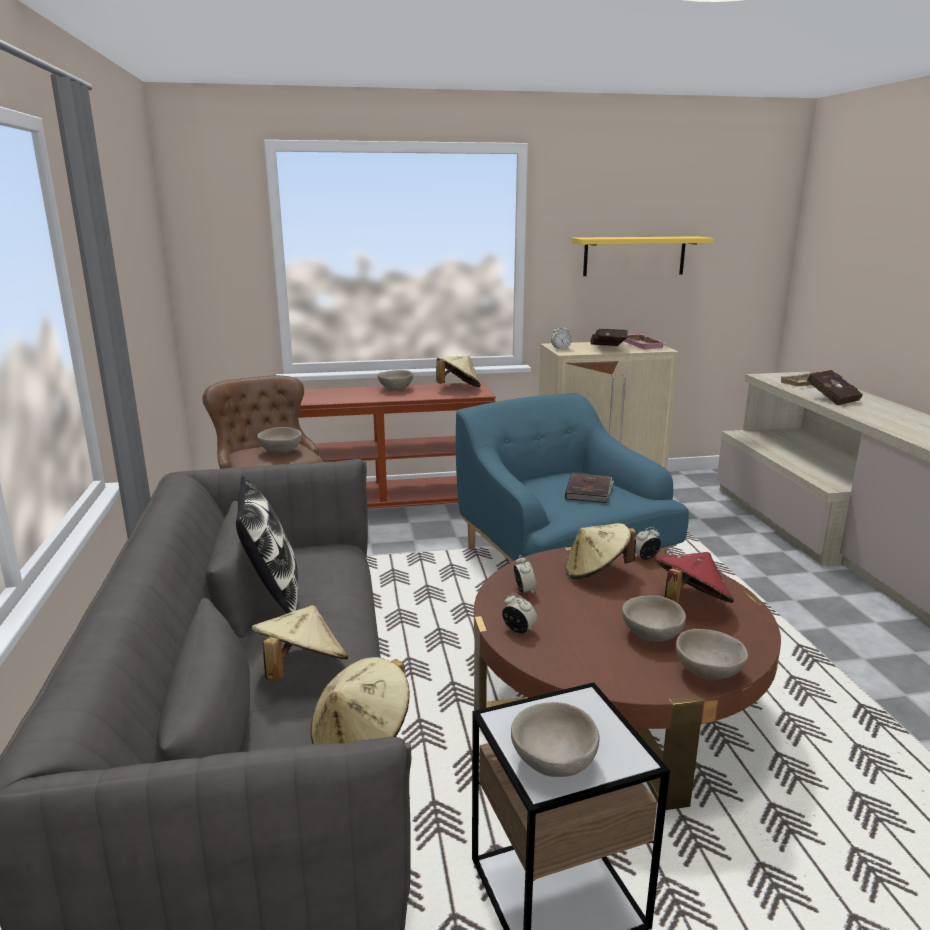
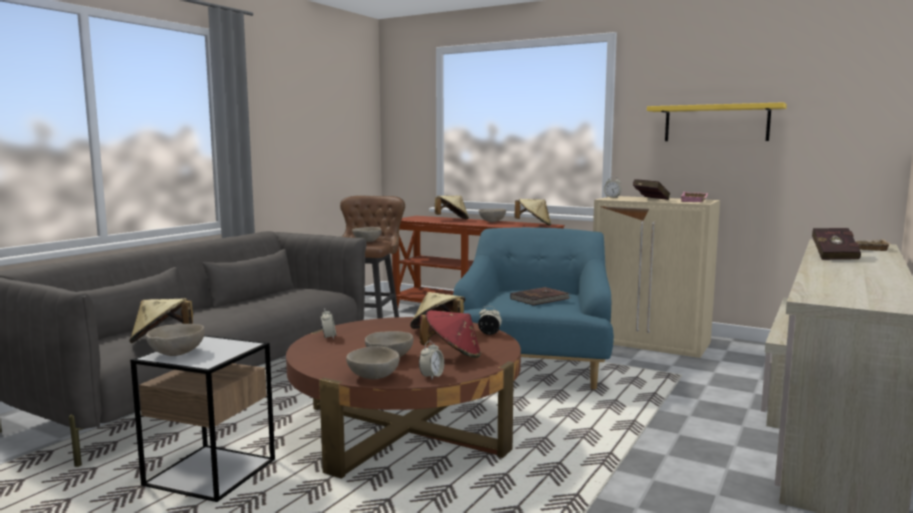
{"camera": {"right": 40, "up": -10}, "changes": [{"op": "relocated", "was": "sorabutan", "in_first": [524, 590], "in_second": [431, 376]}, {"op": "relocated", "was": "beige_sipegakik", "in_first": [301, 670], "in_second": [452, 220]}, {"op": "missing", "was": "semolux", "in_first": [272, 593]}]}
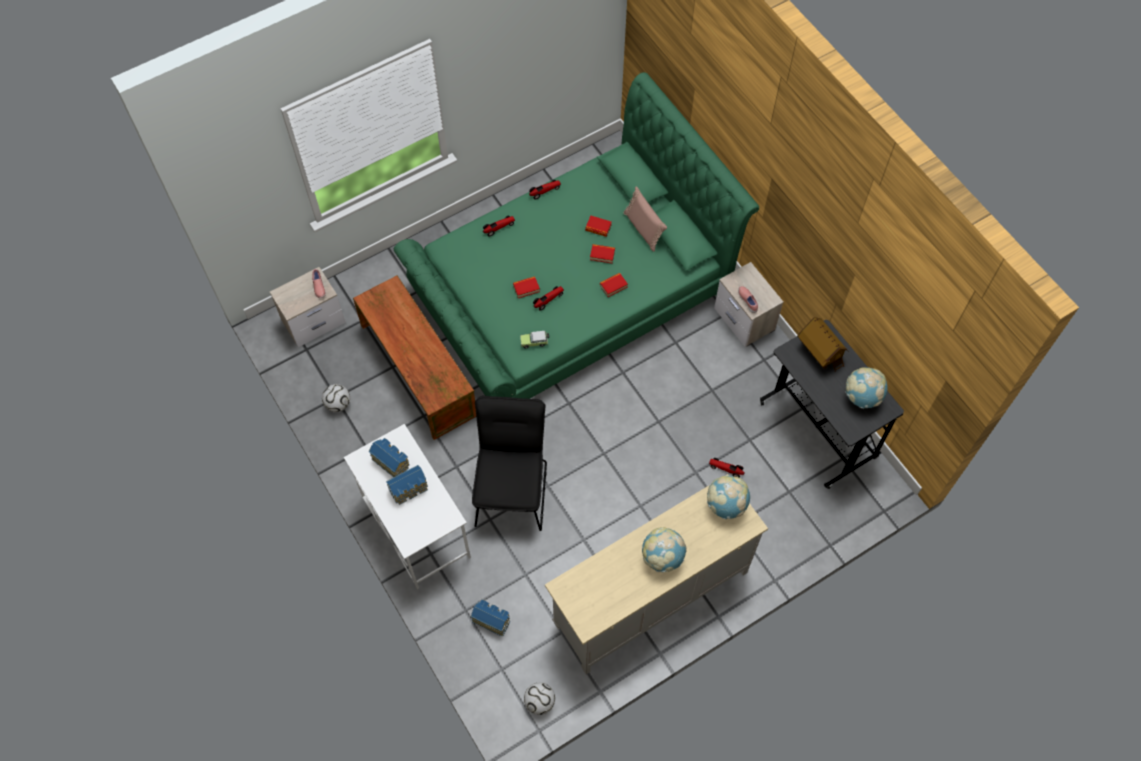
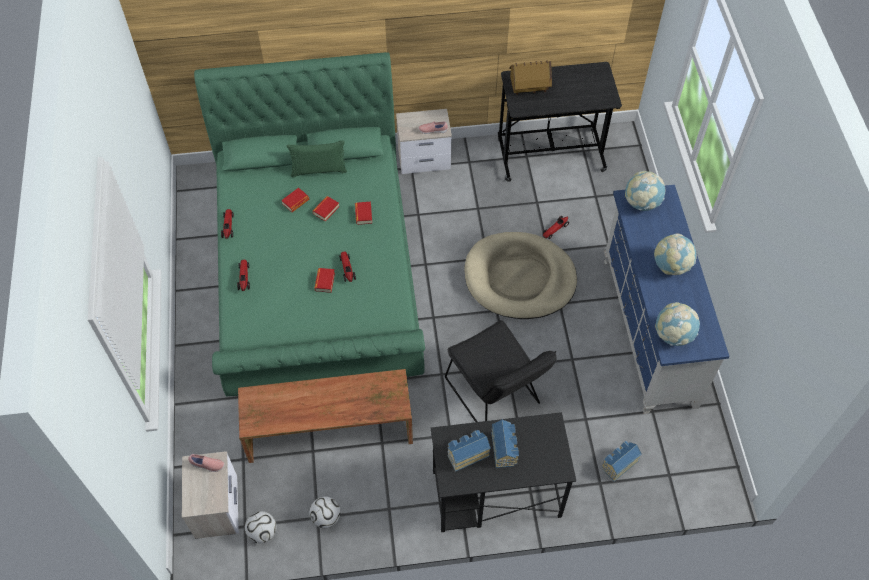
{"camera": {"right": -65, "up": -5}, "changes": [{"op": "relocated", "was": "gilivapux", "in_first": [539, 702], "in_second": [262, 532]}, {"op": "colour", "was": "beige_semolux", "now": "green_semolux", "in_first": [643, 229], "in_second": [319, 170]}, {"op": "colour", "was": "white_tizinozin", "now": "black_tizinozin", "in_first": [415, 526], "in_second": [495, 494]}, {"op": "spun", "was": "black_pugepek", "in_first": [512, 488], "in_second": [495, 396], "clockwise": -150}, {"op": "appeared", "now": "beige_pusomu", "in_second": [519, 278]}, {"op": "colour", "was": "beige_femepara", "now": "blue_femepara", "in_first": [649, 597], "in_second": [647, 332]}, {"op": "relocated", "was": "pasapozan", "in_first": [862, 397], "in_second": [673, 335]}, {"op": "missing", "was": "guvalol", "in_first": [535, 342]}]}
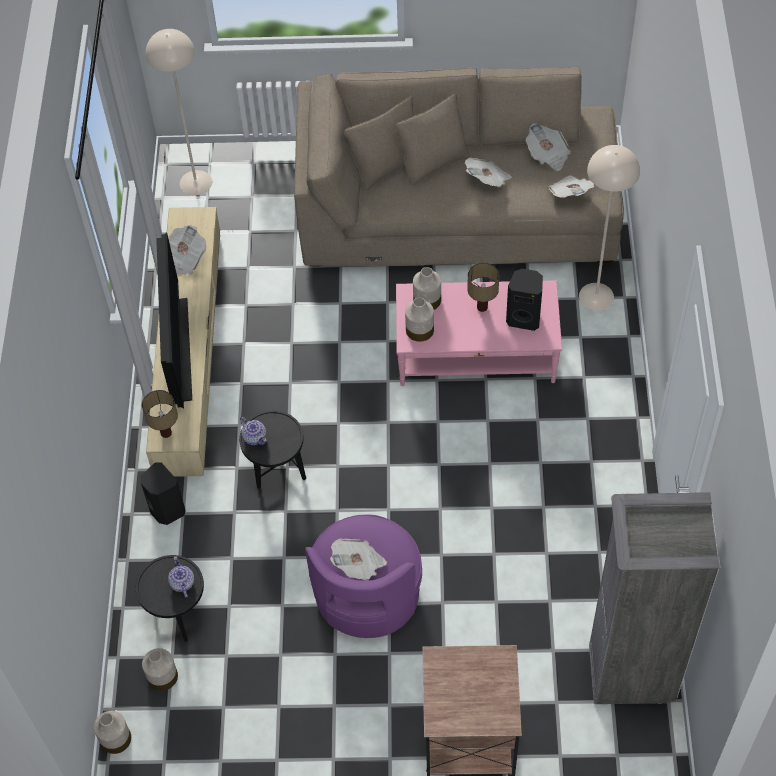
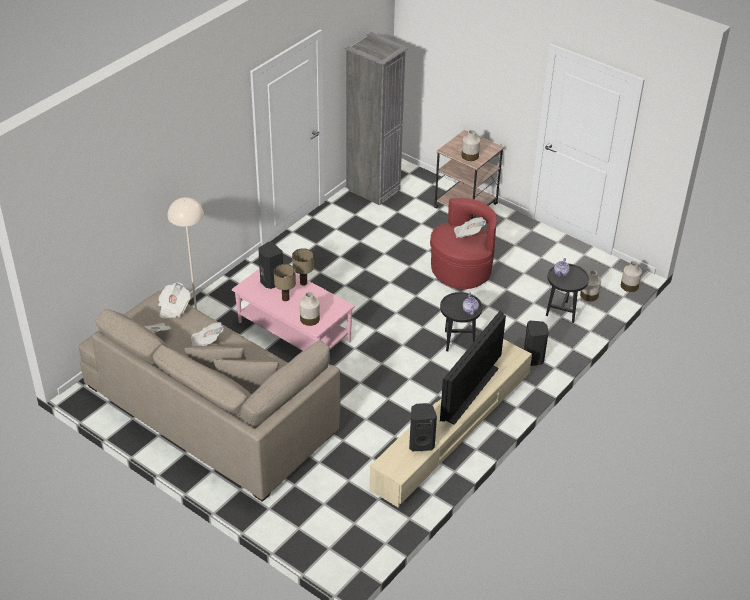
{"camera": {"right": -145, "up": -15}, "changes": [{"op": "relocated", "was": "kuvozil", "in_first": [167, 433], "in_second": [303, 283]}, {"op": "exchanged", "was": "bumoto", "now": "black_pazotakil", "in_first": [184, 259], "in_second": [421, 443]}, {"op": "colour", "was": "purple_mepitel", "now": "red_mepitel", "in_first": [367, 595], "in_second": [460, 271]}, {"op": "relocated", "was": "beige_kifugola", "in_first": [420, 329], "in_second": [469, 156]}, {"op": "missing", "was": "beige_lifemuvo", "in_first": [195, 182]}]}
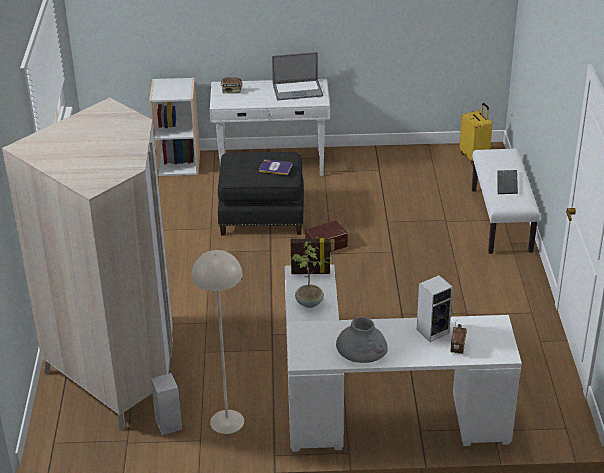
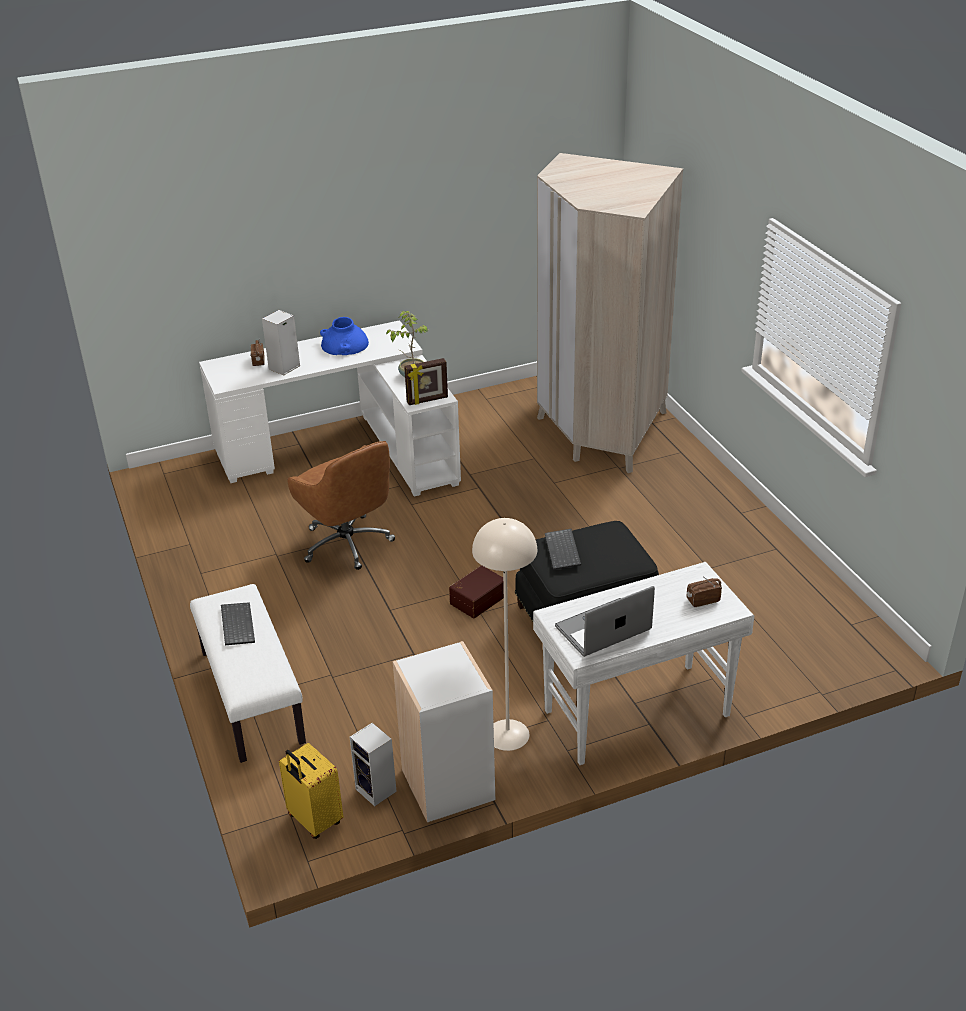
{"camera": {"right": 160, "up": 0}, "changes": [{"op": "appeared", "now": "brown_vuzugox", "in_second": [346, 544]}, {"op": "colour", "was": "grey_kifugola", "now": "blue_kifugola", "in_first": [361, 347], "in_second": [344, 345]}, {"op": "relocated", "was": "pazotakil", "in_first": [167, 424], "in_second": [377, 791]}, {"op": "relocated", "was": "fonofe", "in_first": [179, 164], "in_second": [447, 785]}, {"op": "relocated", "was": "beige_lifemuvo", "in_first": [227, 422], "in_second": [507, 734]}, {"op": "exchanged", "was": "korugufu", "now": "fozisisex", "in_first": [275, 168], "in_second": [563, 551]}]}
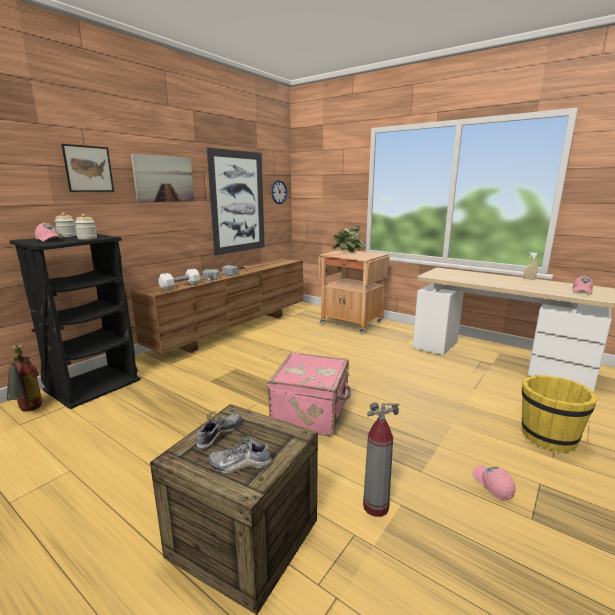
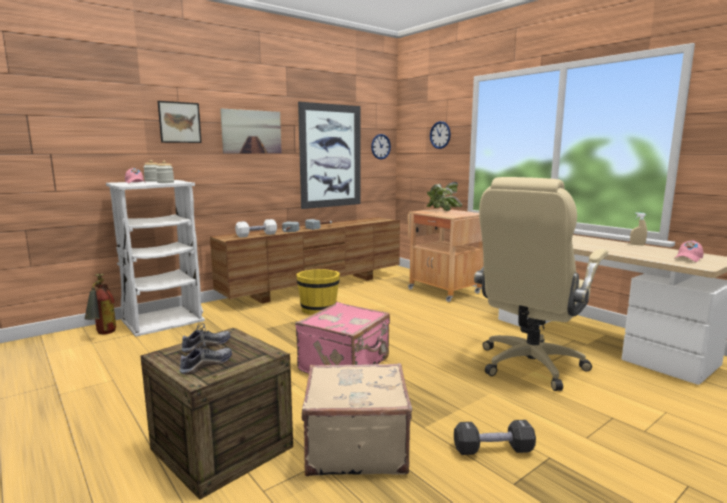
{"camera": {"right": 15, "up": -5}, "changes": [{"op": "colour", "was": "black_fonofe", "now": "white_fonofe", "in_first": [94, 385], "in_second": [163, 320]}, {"op": "spun", "was": "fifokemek", "in_first": [240, 464], "in_second": [206, 365], "clockwise": 120}, {"op": "relocated", "was": "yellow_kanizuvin", "in_first": [548, 436], "in_second": [318, 310]}, {"op": "exchanged", "was": "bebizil", "now": "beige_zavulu", "in_first": [375, 507], "in_second": [355, 446]}, {"op": "appeared", "now": "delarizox", "in_second": [440, 135]}, {"op": "exchanged", "was": "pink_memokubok", "now": "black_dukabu", "in_first": [493, 485], "in_second": [493, 449]}, {"op": "appeared", "now": "beige_vuzugox", "in_second": [529, 366]}]}
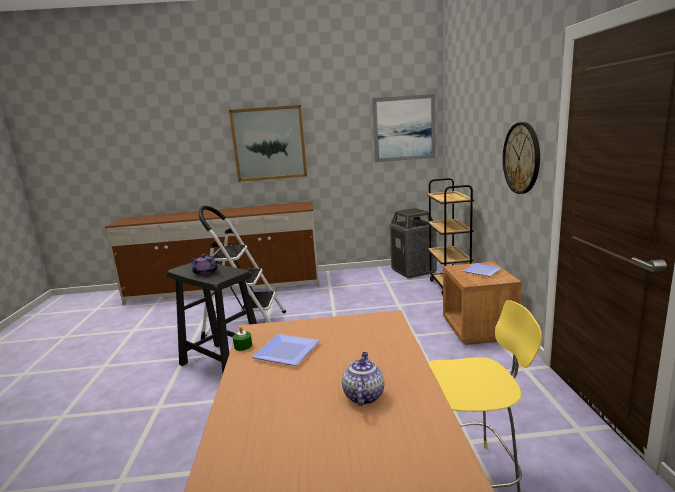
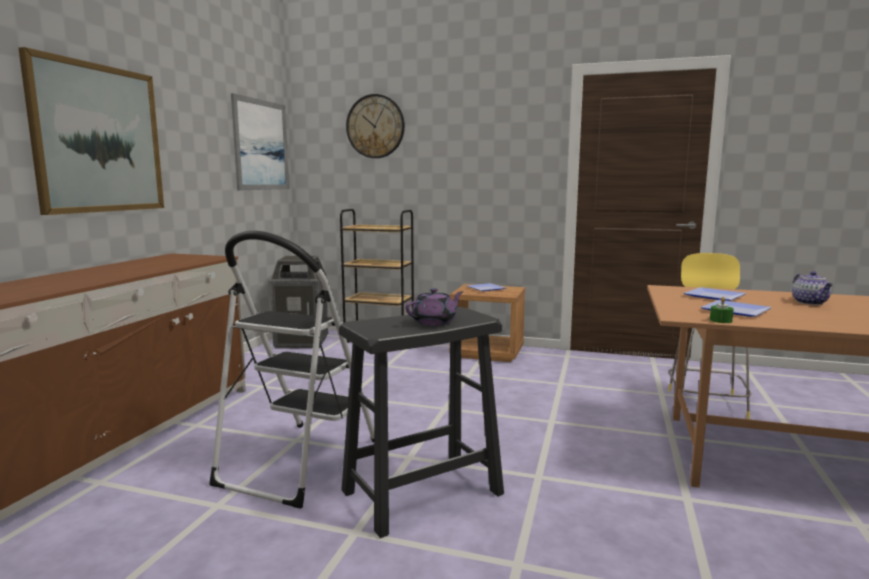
{"camera": {"right": -70, "up": -5}, "changes": [{"op": "relocated", "was": "delarizox", "in_first": [521, 158], "in_second": [375, 126]}, {"op": "appeared", "now": "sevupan", "in_second": [713, 296]}, {"op": "spun", "was": "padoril", "in_first": [363, 395], "in_second": [810, 303], "clockwise": -120}]}
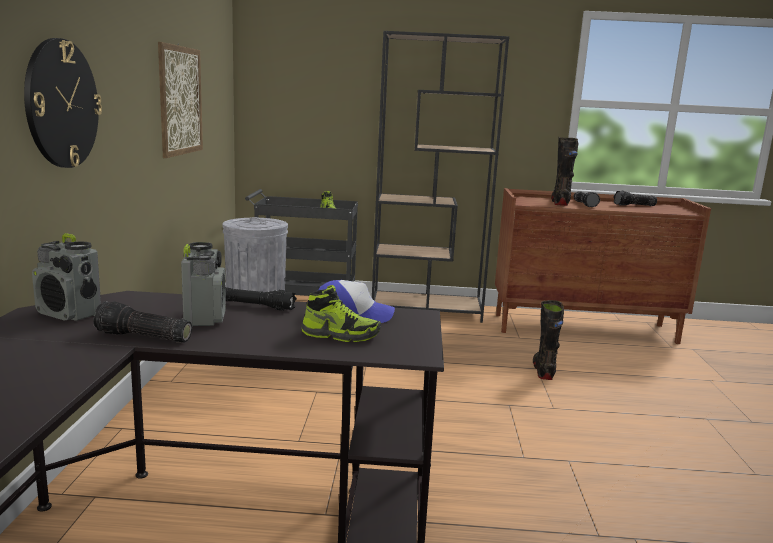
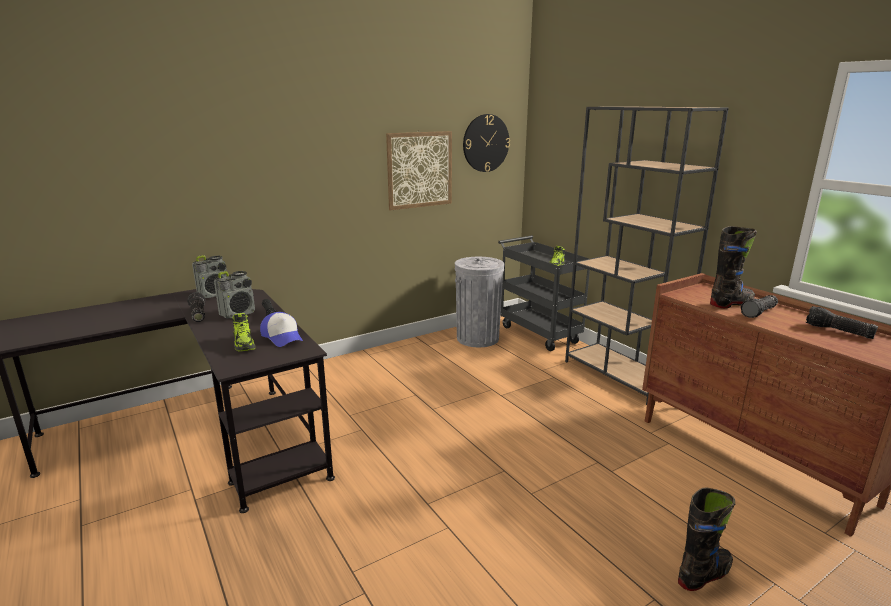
{"camera": {"right": 55, "up": 5}, "changes": [{"op": "spun", "was": "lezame", "in_first": [69, 314], "in_second": [214, 294], "clockwise": -120}, {"op": "relocated", "was": "delarizox", "in_first": [62, 104], "in_second": [485, 143]}, {"op": "relocated", "was": "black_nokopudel", "in_first": [543, 371], "in_second": [704, 575]}]}
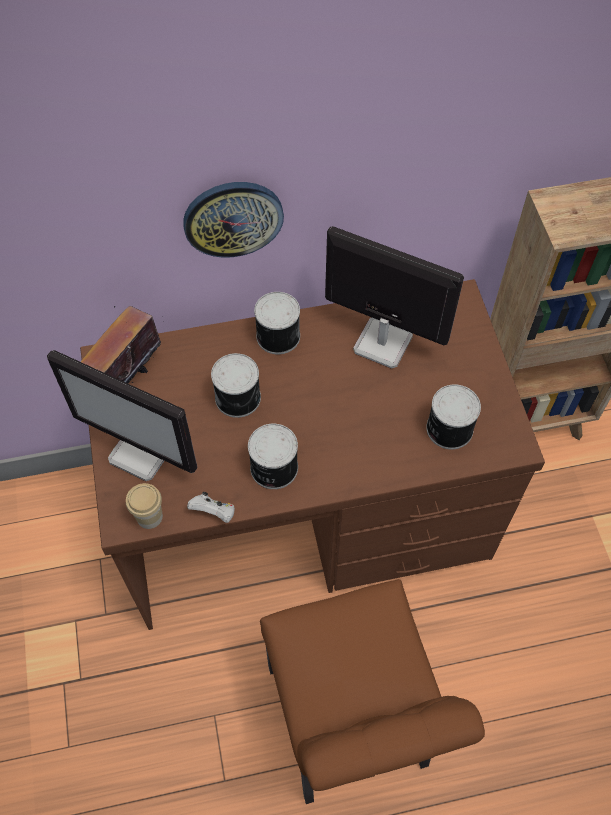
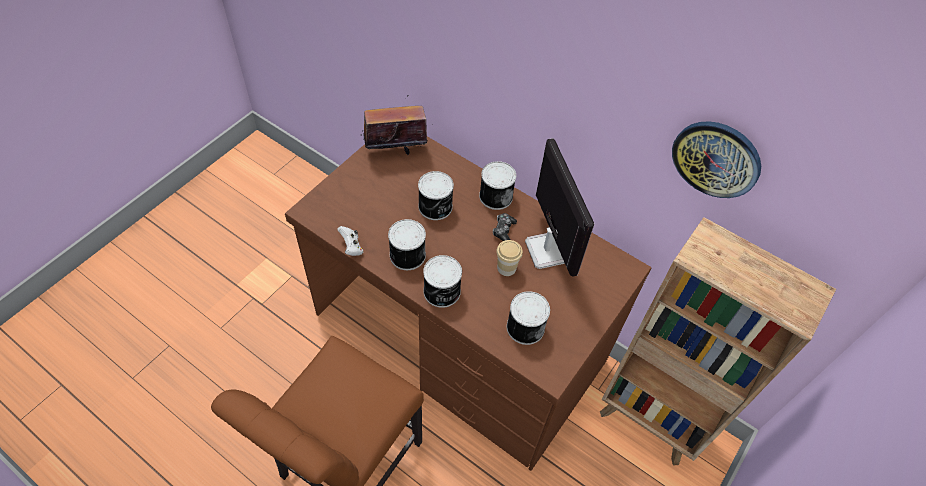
{"camera": {"right": 45, "up": -5}, "changes": [{"op": "appeared", "now": "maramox", "in_second": [442, 292]}, {"op": "appeared", "now": "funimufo", "in_second": [503, 231]}, {"op": "relocated", "was": "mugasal", "in_first": [149, 516], "in_second": [506, 268]}, {"op": "relocated", "was": "delarizox", "in_first": [233, 218], "in_second": [716, 158]}, {"op": "missing", "was": "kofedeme", "in_first": [143, 452]}]}
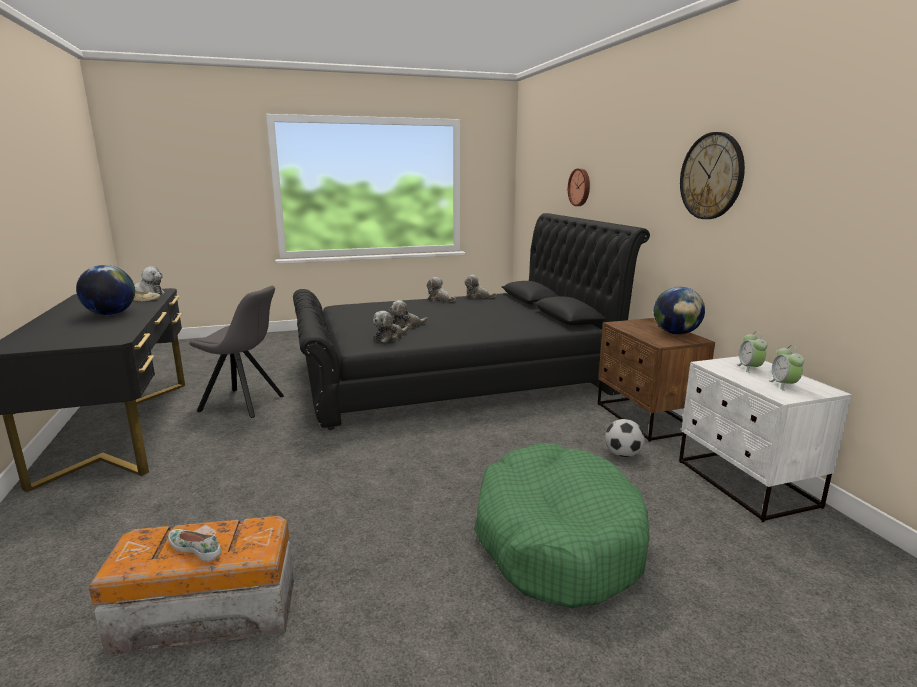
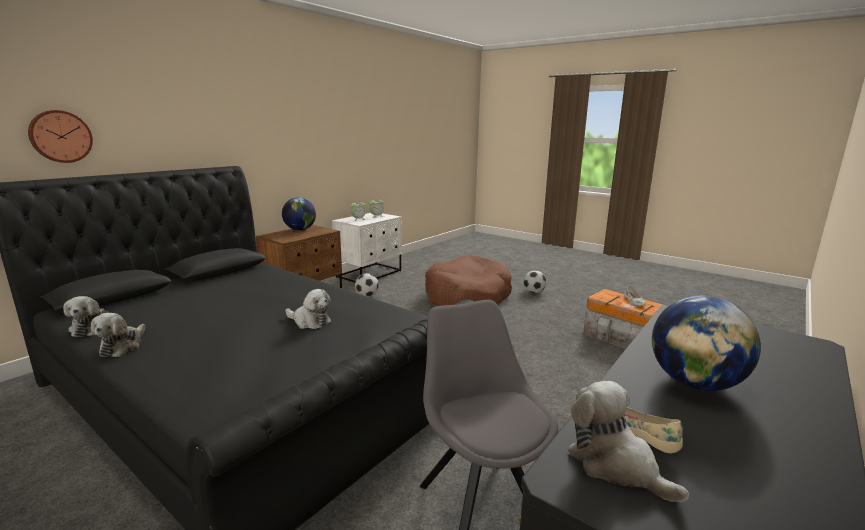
{"camera": {"right": -125, "up": 0}, "changes": [{"op": "colour", "was": "green_pusomu", "now": "brown_pusomu", "in_first": [556, 539], "in_second": [467, 296]}, {"op": "appeared", "now": "gilivapux", "in_second": [533, 292]}, {"op": "missing", "was": "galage", "in_first": [390, 337]}, {"op": "missing", "was": "delarizox", "in_first": [711, 176]}]}
